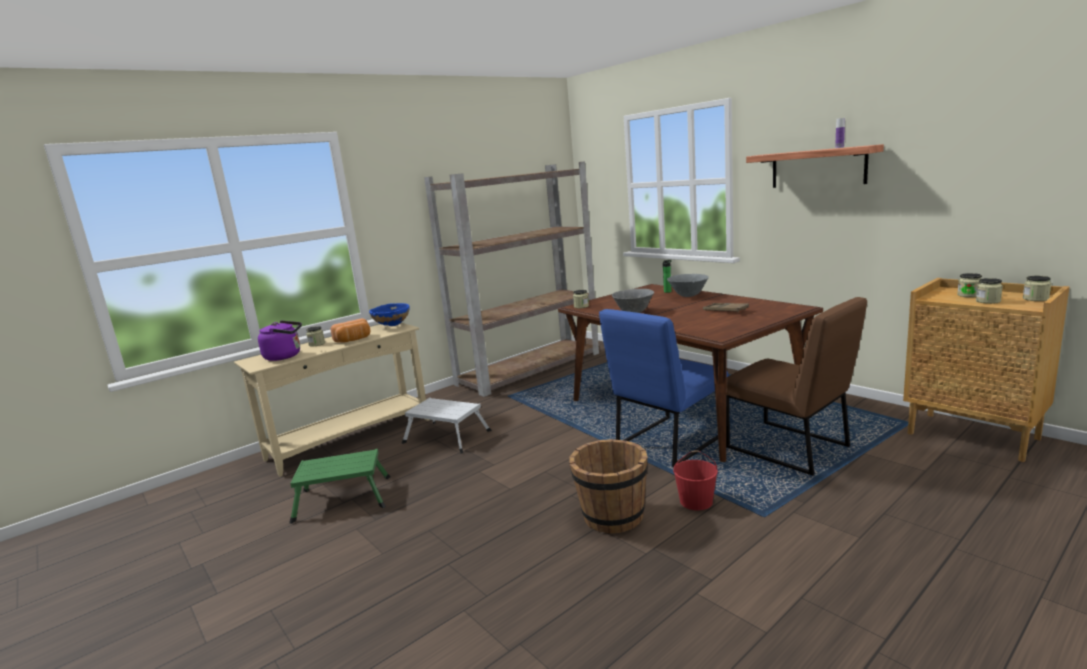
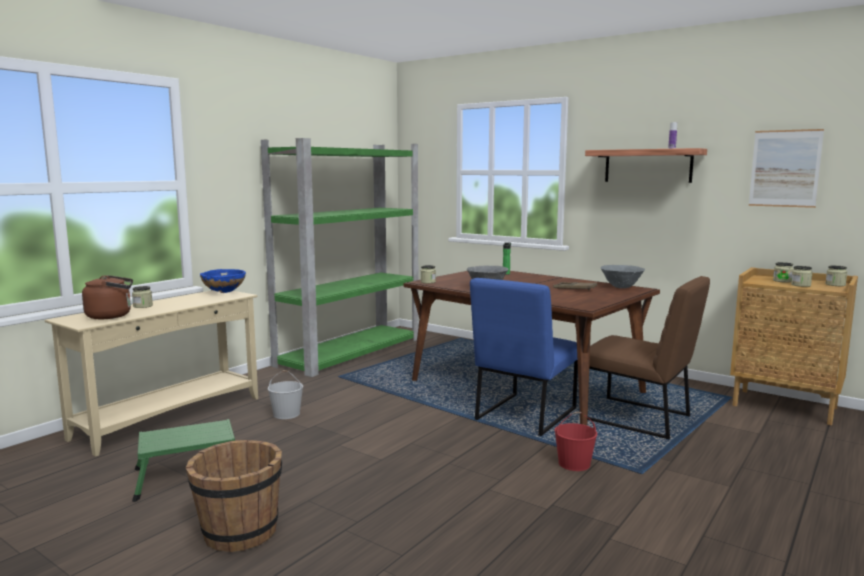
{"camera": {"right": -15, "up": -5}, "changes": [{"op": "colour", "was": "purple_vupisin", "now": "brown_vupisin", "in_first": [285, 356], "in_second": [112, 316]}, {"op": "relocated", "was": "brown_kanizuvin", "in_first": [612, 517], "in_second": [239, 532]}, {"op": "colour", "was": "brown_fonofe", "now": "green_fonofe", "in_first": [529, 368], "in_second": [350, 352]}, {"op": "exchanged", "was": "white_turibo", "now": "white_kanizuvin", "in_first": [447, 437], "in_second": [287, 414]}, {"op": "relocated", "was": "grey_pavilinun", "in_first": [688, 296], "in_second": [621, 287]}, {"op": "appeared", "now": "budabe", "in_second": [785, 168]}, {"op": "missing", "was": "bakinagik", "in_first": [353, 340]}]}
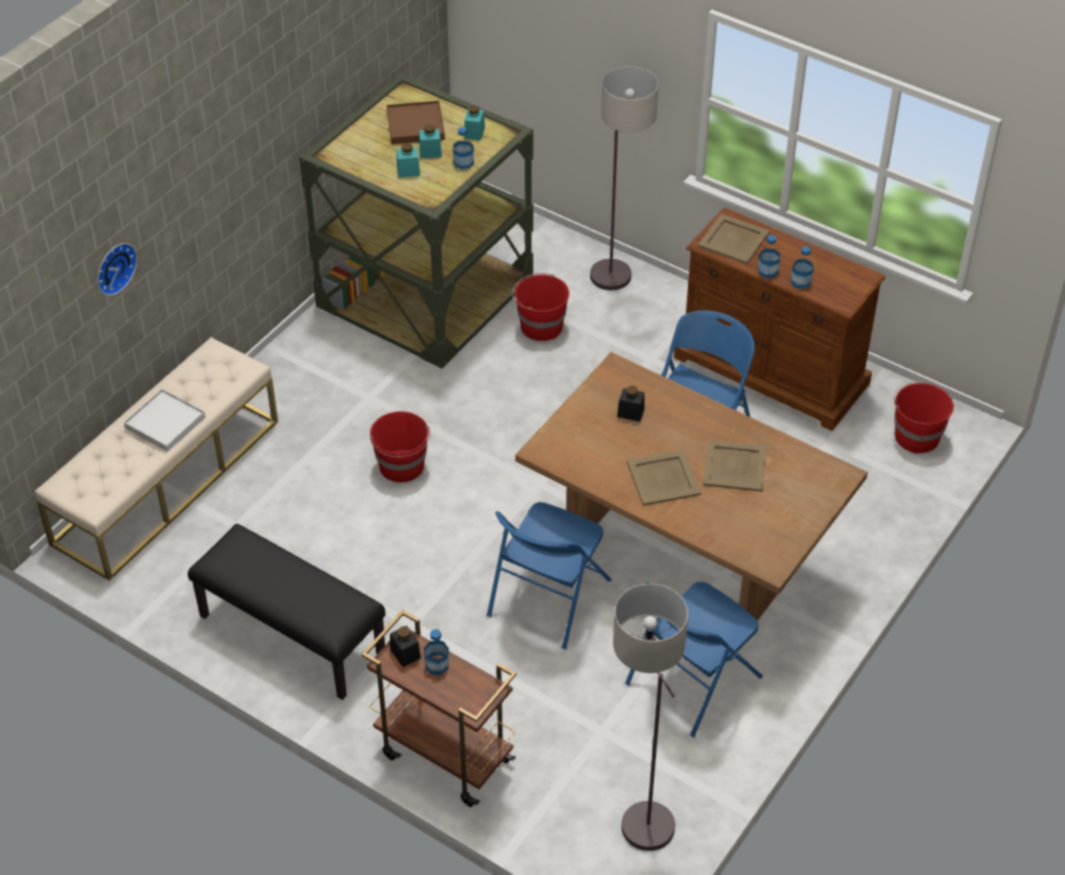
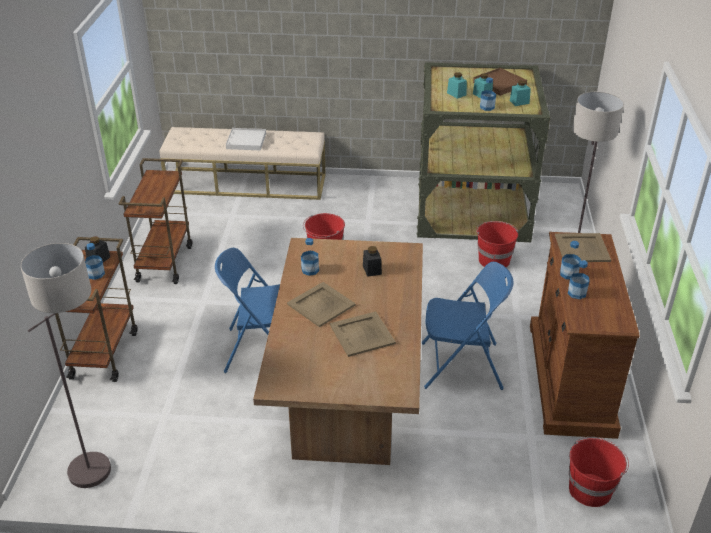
{"camera": {"right": 60, "up": -10}, "changes": [{"op": "exchanged", "was": "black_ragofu", "now": "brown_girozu", "in_first": [290, 635], "in_second": [165, 262]}, {"op": "appeared", "now": "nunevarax", "in_second": [310, 270]}, {"op": "missing", "was": "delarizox", "in_first": [113, 267]}, {"op": "missing", "was": "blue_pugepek", "in_first": [693, 680]}]}
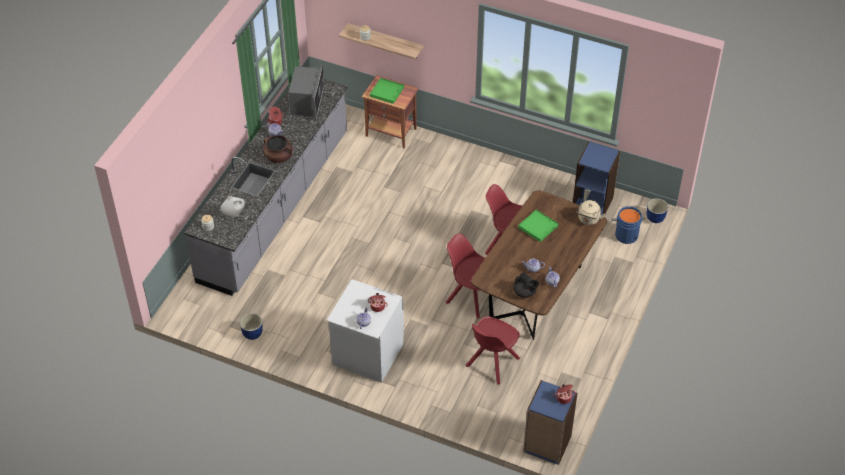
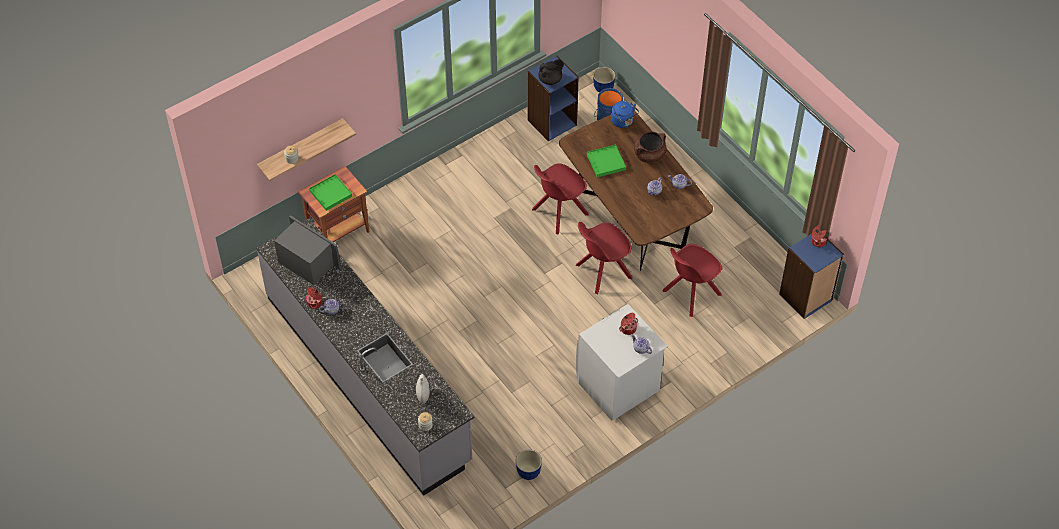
{"camera": {"right": -60, "up": 5}, "changes": [{"op": "relocated", "was": "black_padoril", "in_first": [525, 292], "in_second": [550, 80]}, {"op": "colour", "was": "beige_vupisin", "now": "blue_vupisin", "in_first": [588, 220], "in_second": [623, 122]}, {"op": "relocated", "was": "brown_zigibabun", "in_first": [279, 157], "in_second": [649, 155]}, {"op": "spun", "was": "red_pugepek", "in_first": [492, 362], "in_second": [690, 293], "clockwise": 75}]}
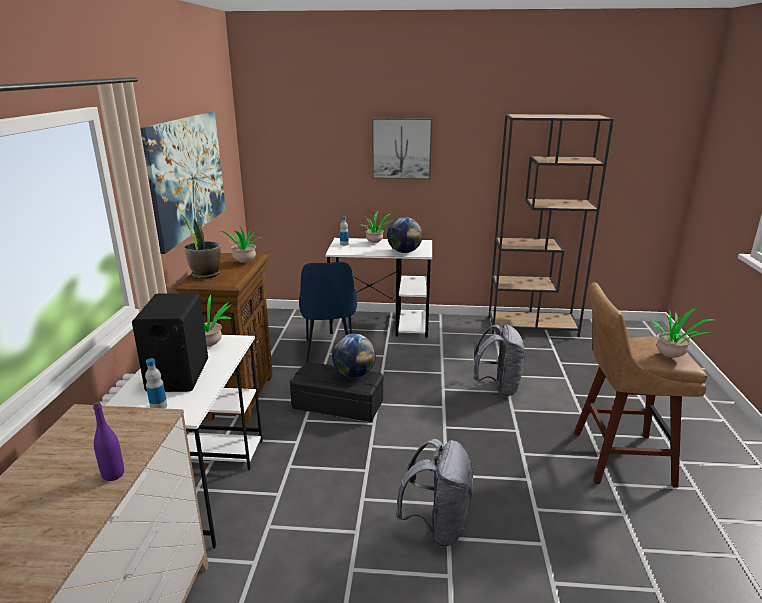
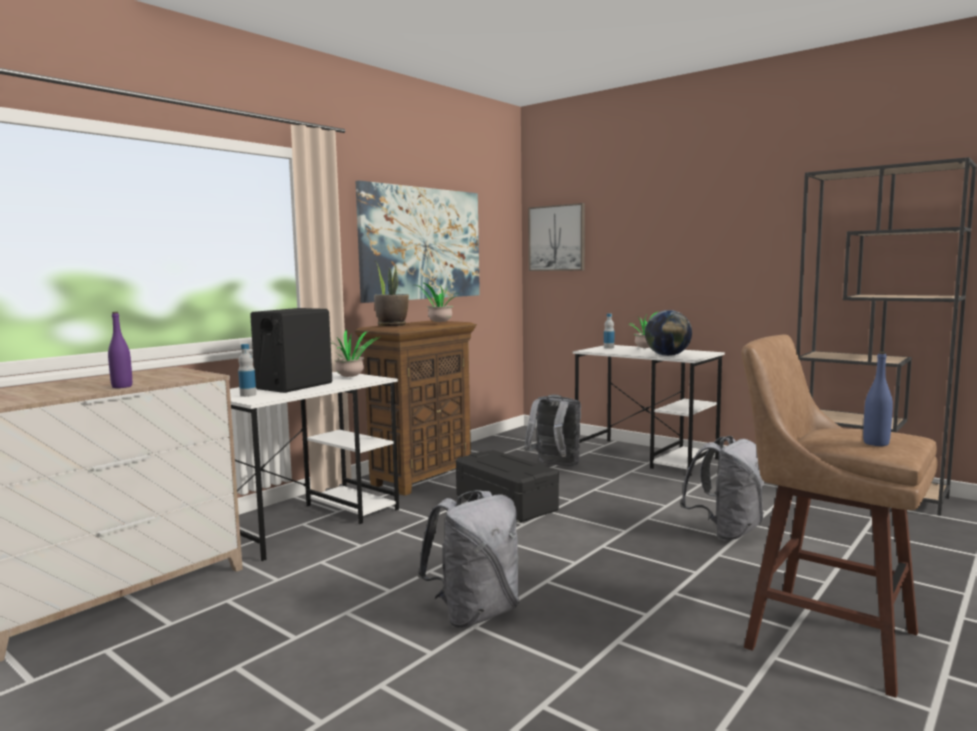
{"camera": {"right": 35, "up": -15}, "changes": [{"op": "exchanged", "was": "blue_pugepek", "now": "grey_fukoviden", "in_first": [330, 352], "in_second": [555, 466]}, {"op": "relocated", "was": "budabe", "in_first": [401, 148], "in_second": [557, 238]}, {"op": "exchanged", "was": "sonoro", "now": "blue_nunevarax", "in_first": [672, 356], "in_second": [876, 443]}, {"op": "missing", "was": "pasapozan", "in_first": [354, 374]}]}
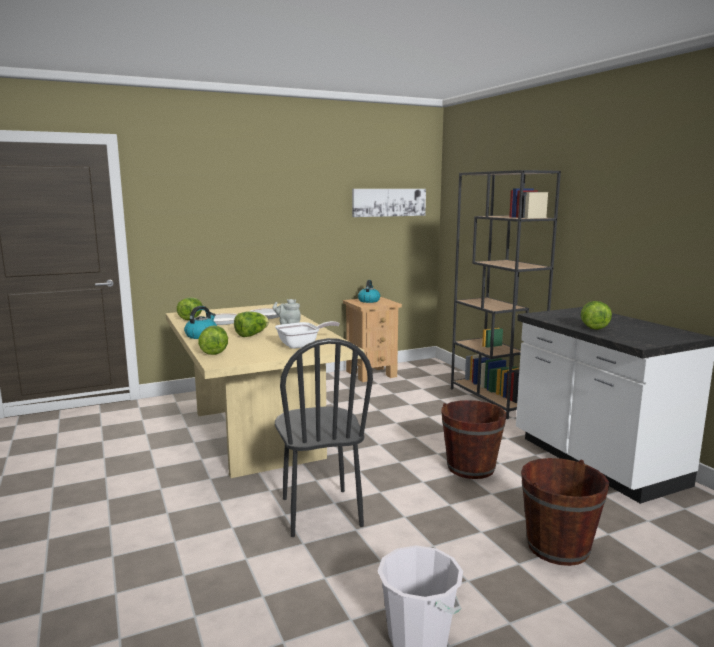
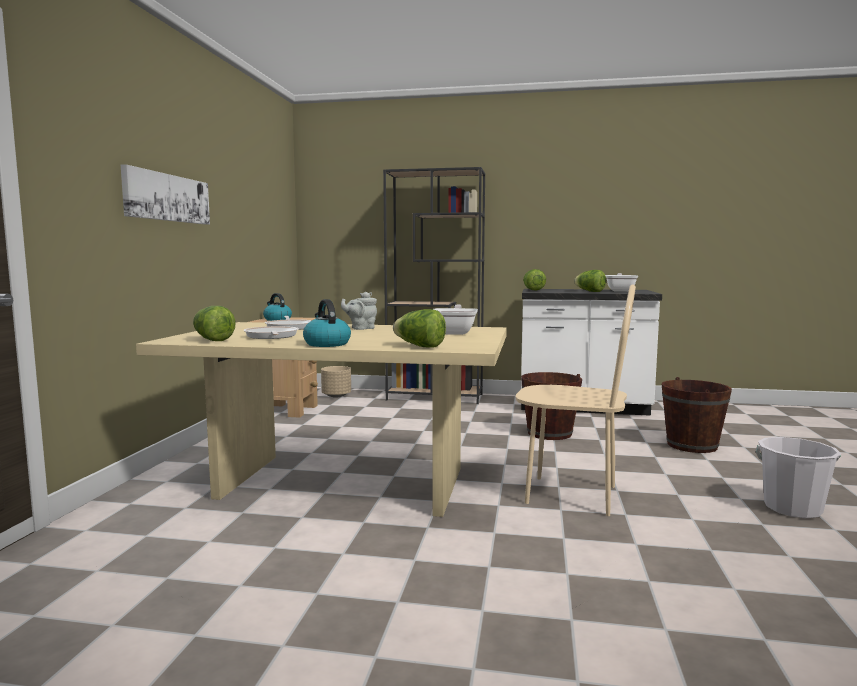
{"camera": {"right": -55, "up": -5}, "changes": [{"op": "relocated", "was": "budabe", "in_first": [389, 202], "in_second": [167, 198]}, {"op": "appeared", "now": "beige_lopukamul", "in_second": [336, 396]}, {"op": "colour", "was": "black_pugepek", "now": "beige_pugepek", "in_first": [320, 512], "in_second": [571, 495]}, {"op": "relocated", "was": "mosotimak", "in_first": [251, 335], "in_second": [532, 290]}, {"op": "appeared", "now": "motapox", "in_second": [620, 291]}]}
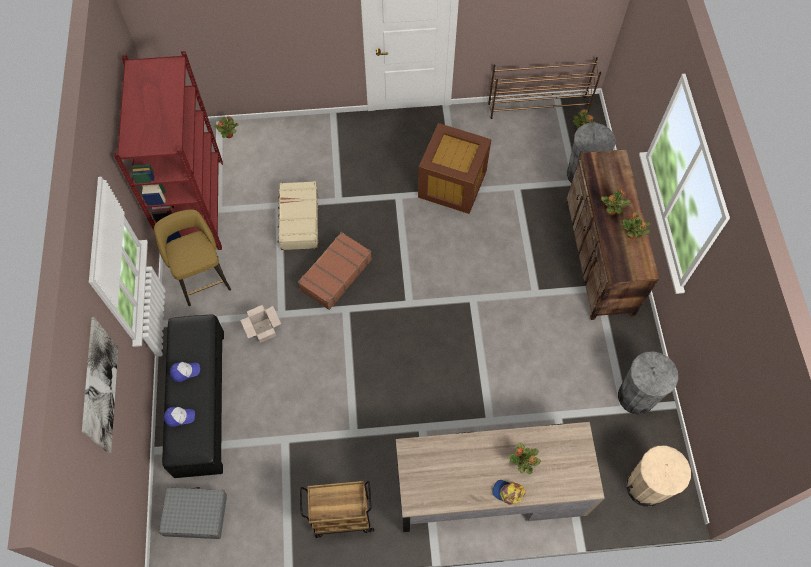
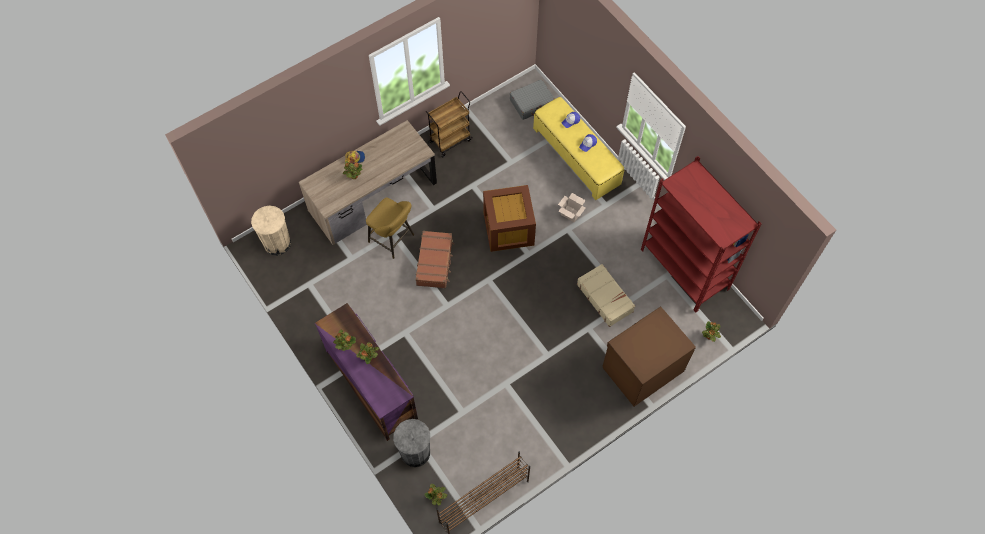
{"camera": {"right": 150, "up": 0}, "changes": [{"op": "colour", "was": "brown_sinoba", "now": "purple_sinoba", "in_first": [598, 257], "in_second": [372, 384]}, {"op": "relocated", "was": "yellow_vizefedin", "in_first": [202, 278], "in_second": [393, 240]}, {"op": "relocated", "was": "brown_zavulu", "in_first": [335, 274], "in_second": [435, 262]}, {"op": "relocated", "was": "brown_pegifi", "in_first": [451, 184], "in_second": [509, 228]}, {"op": "colour", "was": "black_ragofu", "now": "yellow_ragofu", "in_first": [199, 401], "in_second": [577, 156]}, {"op": "appeared", "now": "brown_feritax", "in_second": [641, 369]}, {"op": "missing", "was": "budabe", "in_first": [99, 386]}, {"op": "missing", "was": "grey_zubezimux", "in_first": [636, 397]}]}
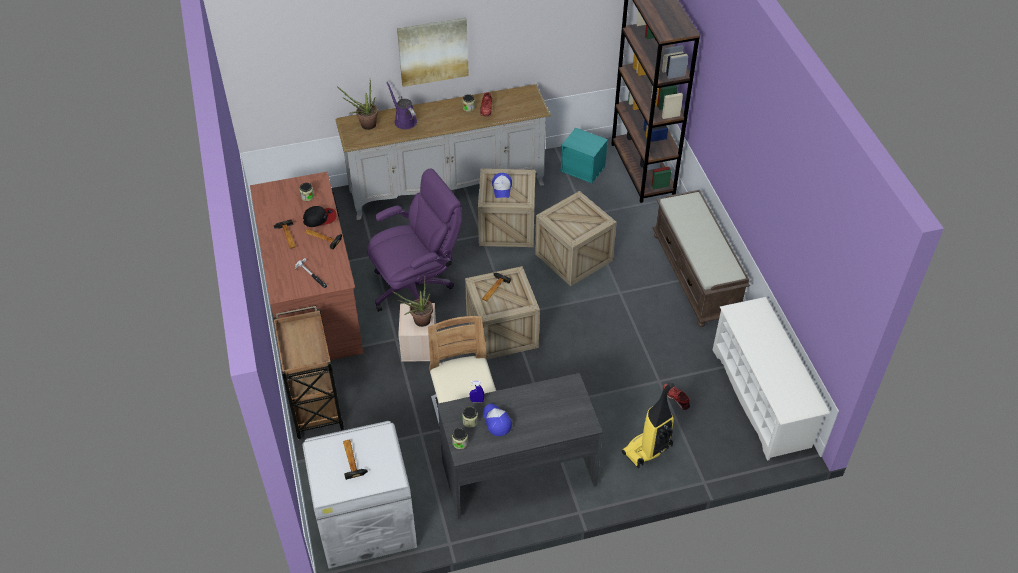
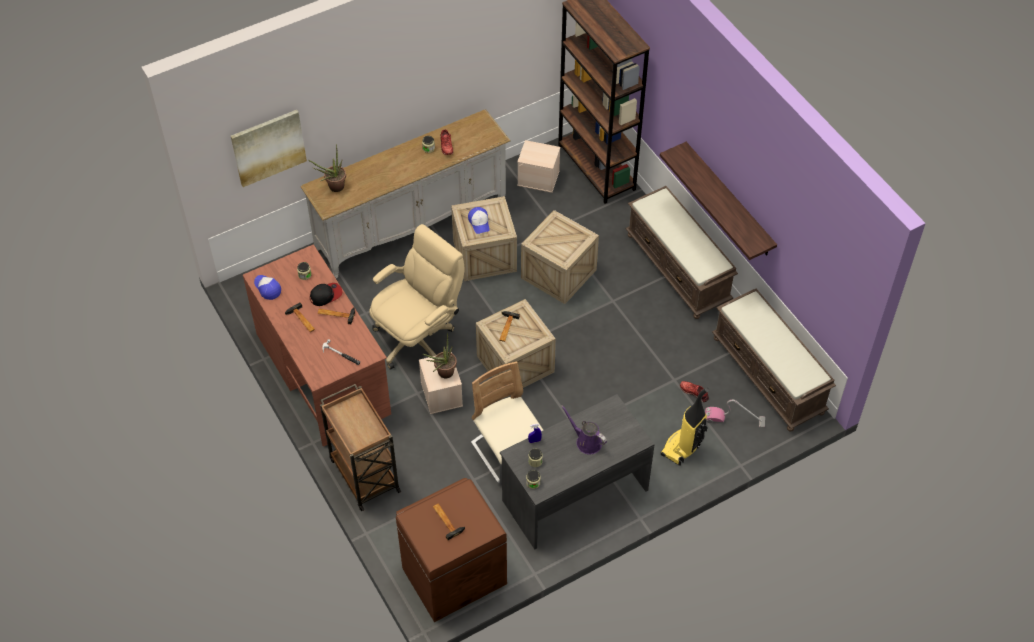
{"camera": {"right": -15, "up": 5}, "changes": [{"op": "relocated", "was": "budabe", "in_first": [433, 51], "in_second": [268, 147]}, {"op": "relocated", "was": "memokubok", "in_first": [496, 421], "in_second": [267, 288]}, {"op": "colour", "was": "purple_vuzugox", "now": "beige_vuzugox", "in_first": [417, 287], "in_second": [419, 337]}, {"op": "colour", "was": "white_feritax", "now": "brown_feritax", "in_first": [364, 522], "in_second": [451, 573]}, {"op": "colour", "was": "turquoise_pegifi", "now": "beige_pegifi", "in_first": [583, 168], "in_second": [539, 178]}, {"op": "relocated", "was": "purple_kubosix", "in_first": [404, 120], "in_second": [586, 441]}, {"op": "appeared", "now": "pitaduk", "in_second": [729, 200]}, {"op": "appeared", "now": "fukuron", "in_second": [734, 419]}, {"op": "exchanged", "was": "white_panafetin", "now": "brown_ragofu", "in_first": [761, 398], "in_second": [769, 375]}]}
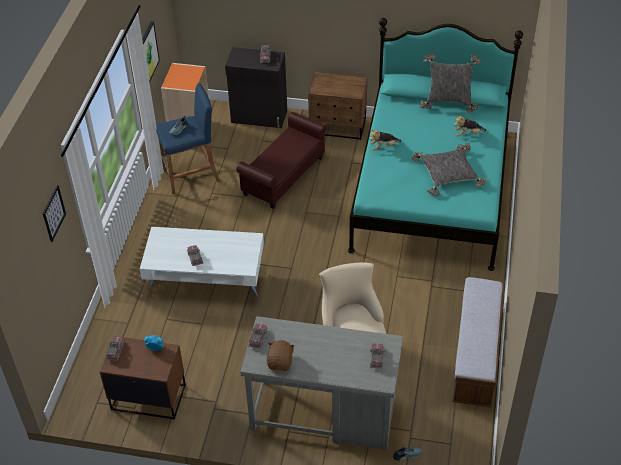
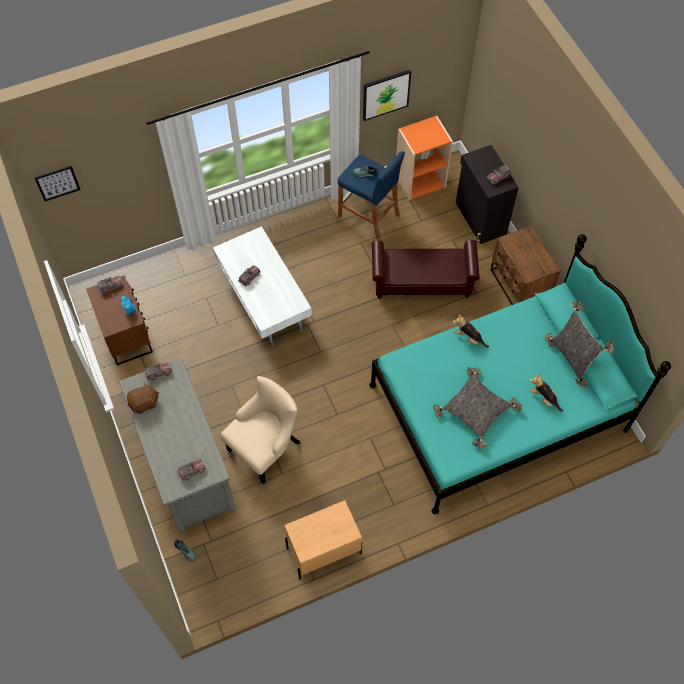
{"camera": {"right": 55, "up": 15}, "changes": [{"op": "relocated", "was": "budabe", "in_first": [53, 213], "in_second": [57, 183]}, {"op": "exchanged", "was": "ragofu", "now": "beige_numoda", "in_first": [476, 355], "in_second": [323, 550]}]}
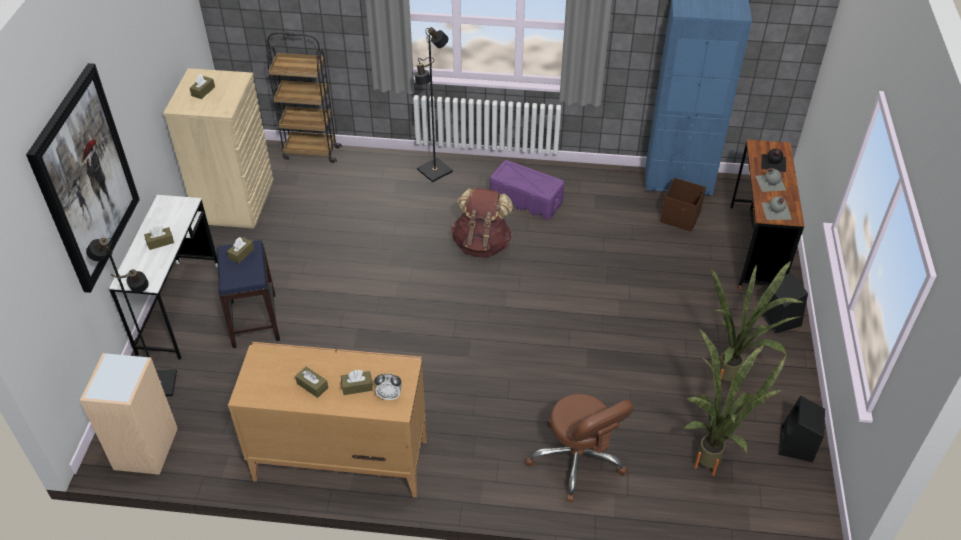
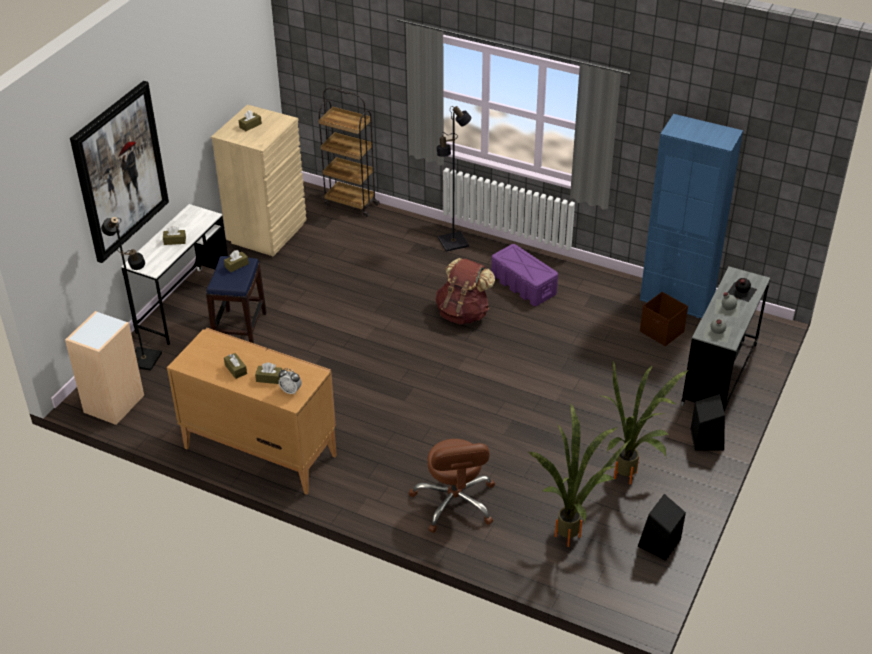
{"camera": {"right": 20, "up": -5}, "changes": [{"op": "colour", "was": "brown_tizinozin", "now": "grey_tizinozin", "in_first": [755, 248], "in_second": [719, 375]}]}
